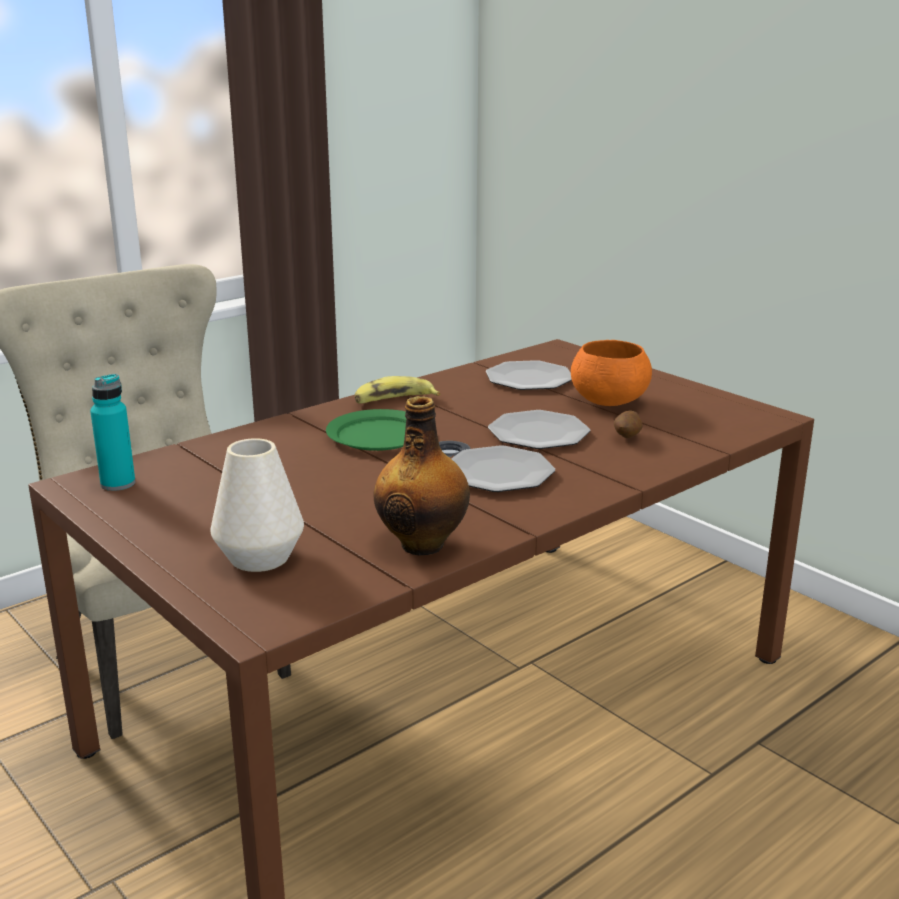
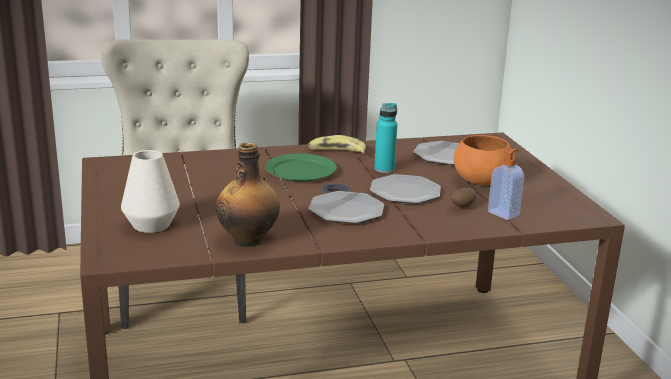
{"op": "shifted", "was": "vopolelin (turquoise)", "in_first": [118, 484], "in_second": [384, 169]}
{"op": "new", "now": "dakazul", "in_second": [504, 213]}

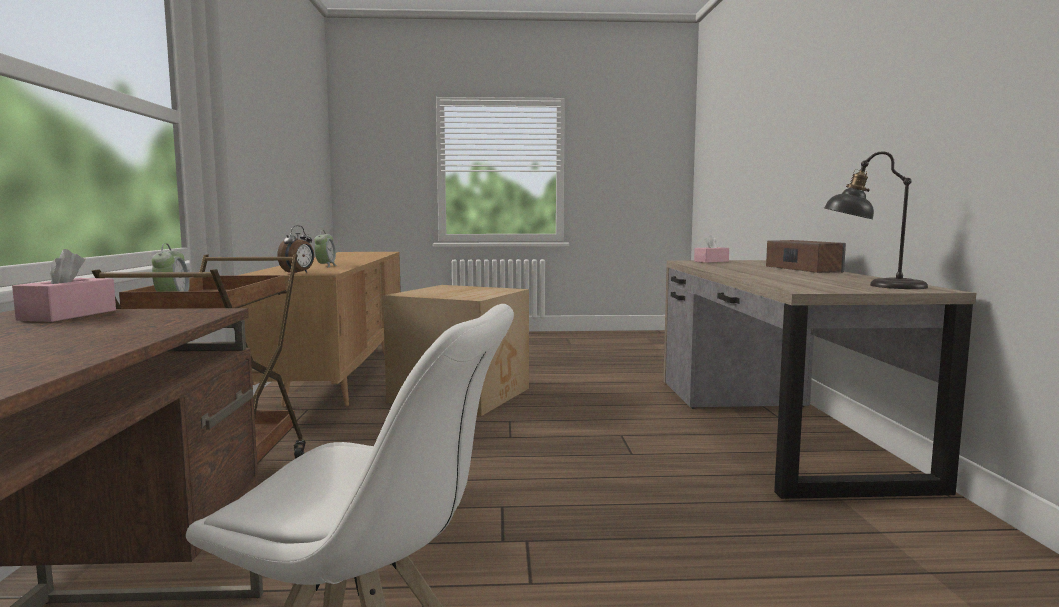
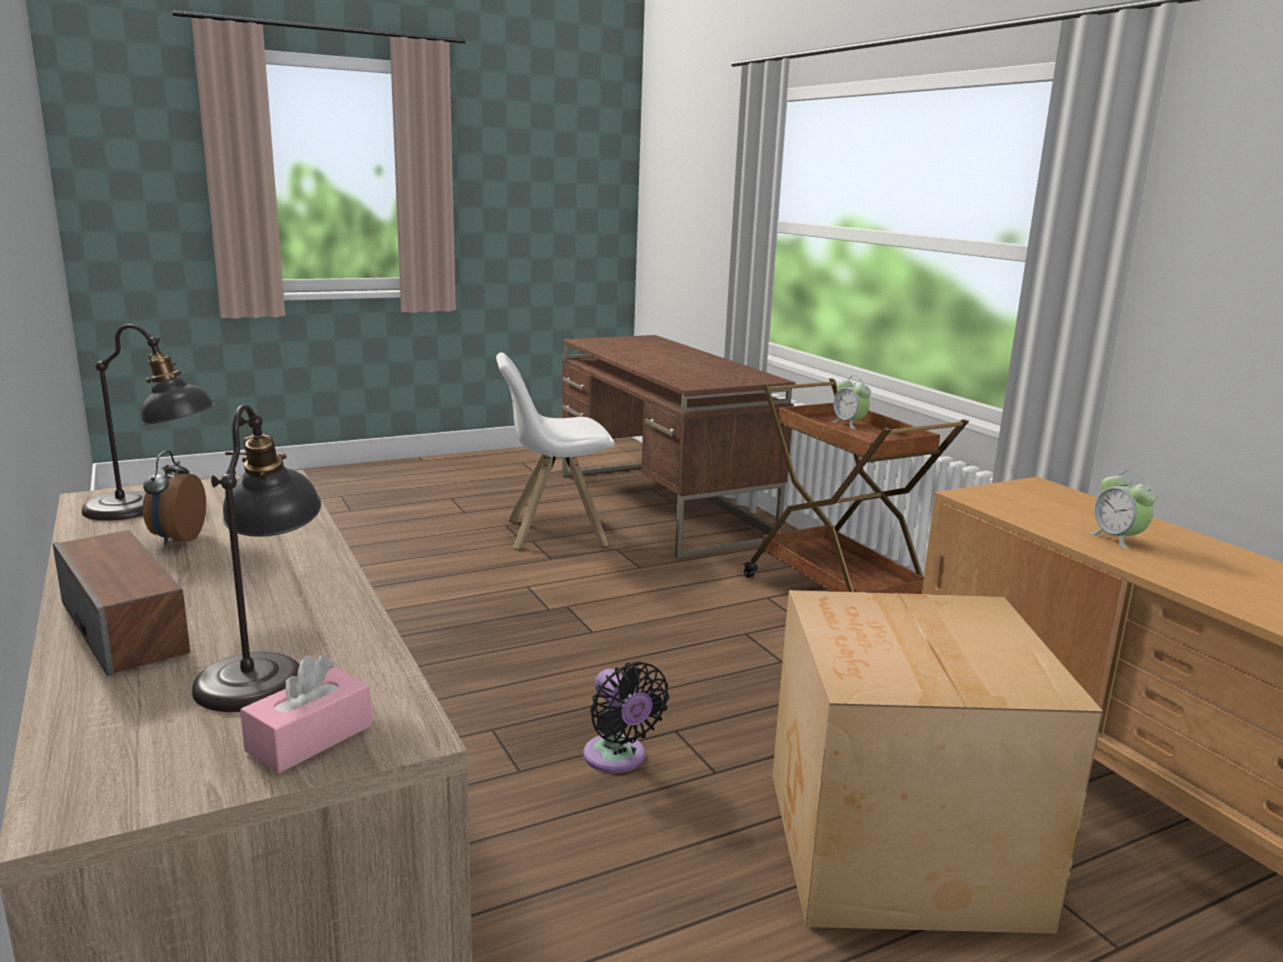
{"op": "shifted", "was": "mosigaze", "in_first": [298, 273], "in_second": [176, 539]}
{"op": "new", "now": "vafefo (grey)", "in_second": [263, 661]}
{"op": "new", "now": "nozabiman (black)", "in_second": [618, 758]}
{"op": "gone", "was": "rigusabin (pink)", "in_first": [68, 315]}

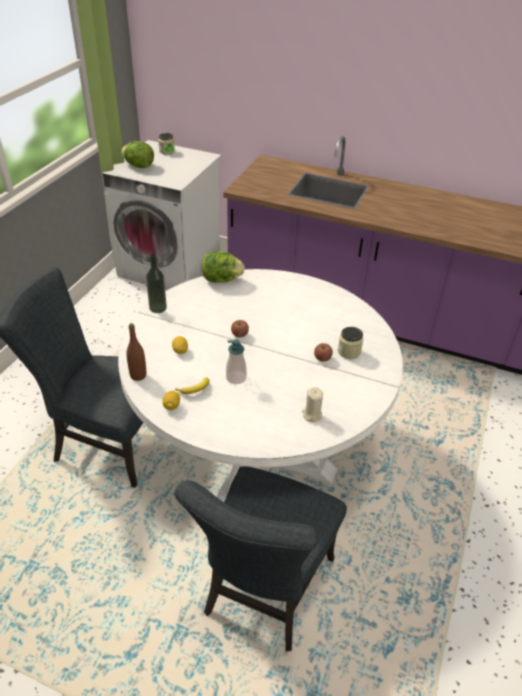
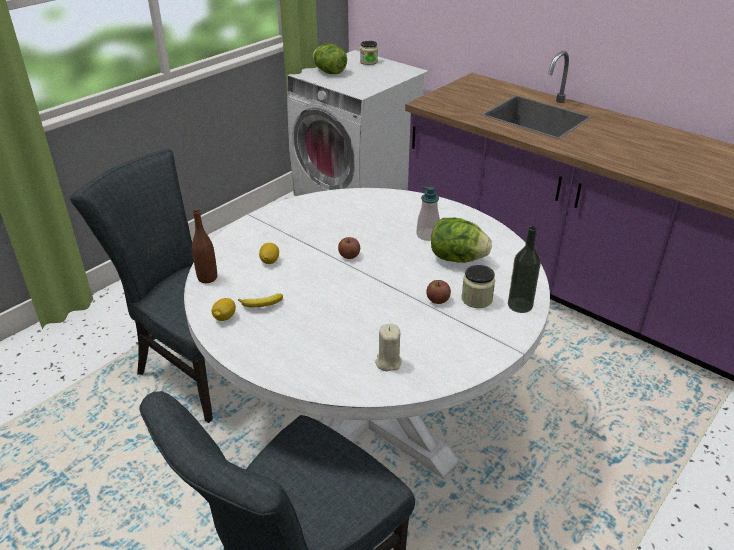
{"op": "shifted", "was": "dakazul", "in_first": [236, 378], "in_second": [427, 235]}
{"op": "shifted", "was": "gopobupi", "in_first": [221, 280], "in_second": [457, 258]}
{"op": "shifted", "was": "vopolelin", "in_first": [158, 308], "in_second": [520, 305]}

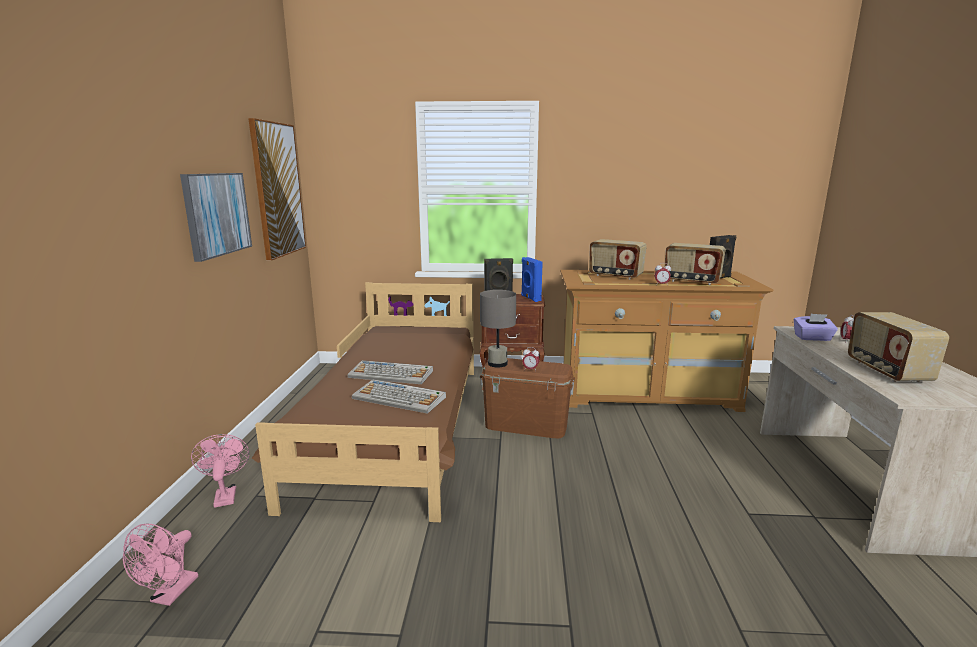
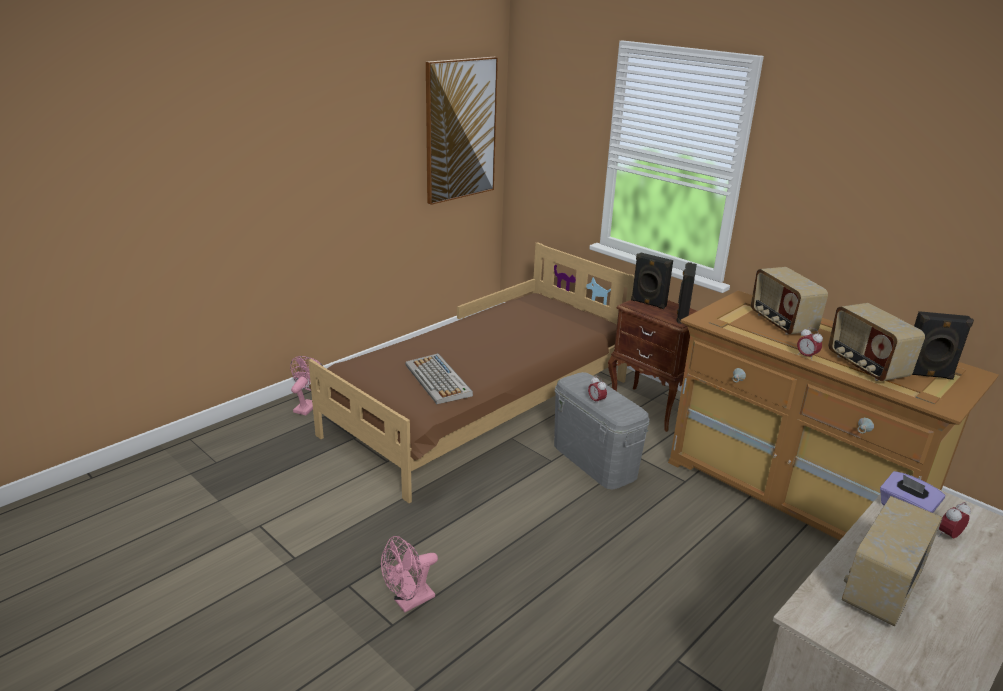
{"op": "shifted", "was": "nozabiman (pink)", "in_first": [170, 595], "in_second": [409, 602]}
{"op": "repainted", "was": "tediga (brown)", "now": "tediga (grey)", "in_first": [526, 425], "in_second": [595, 460]}
{"op": "repainted", "was": "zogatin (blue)", "now": "zogatin (black)", "in_first": [530, 298], "in_second": [682, 316]}
{"op": "gone", "was": "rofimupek", "in_first": [216, 214]}
{"op": "gone", "was": "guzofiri", "in_first": [392, 374]}
{"op": "gone", "was": "vafefo (grey)", "in_first": [497, 364]}

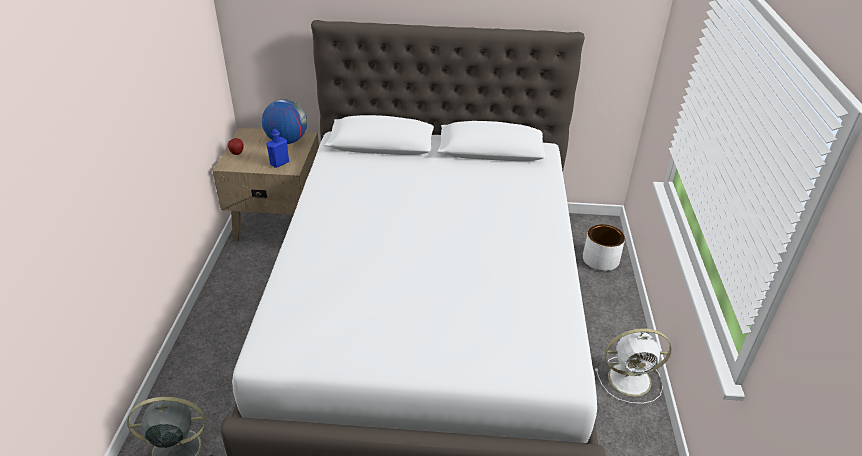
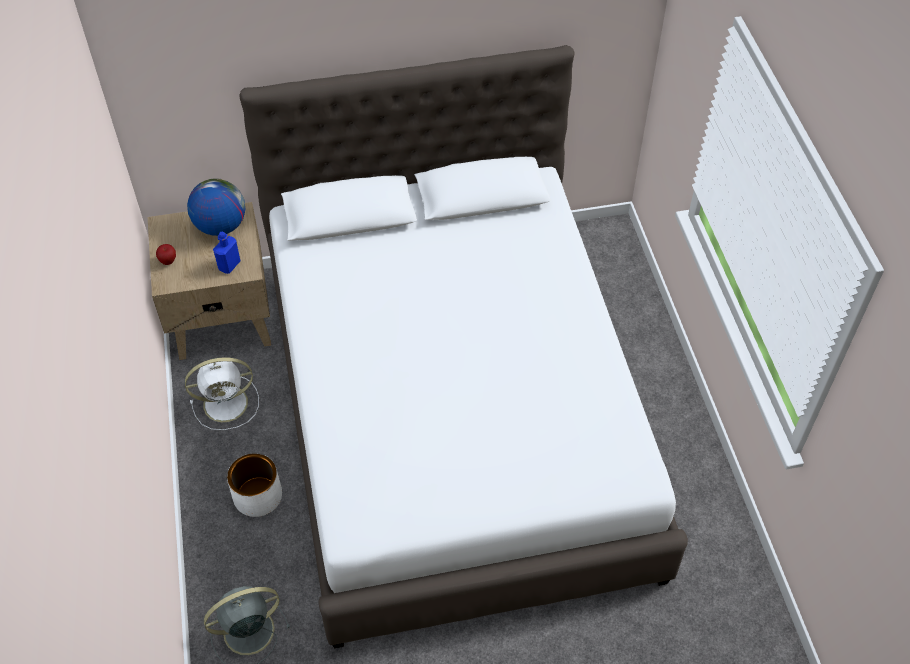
{"op": "shifted", "was": "nozabiman (white)", "in_first": [631, 379], "in_second": [228, 403]}
{"op": "shifted", "was": "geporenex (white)", "in_first": [600, 260], "in_second": [257, 496]}

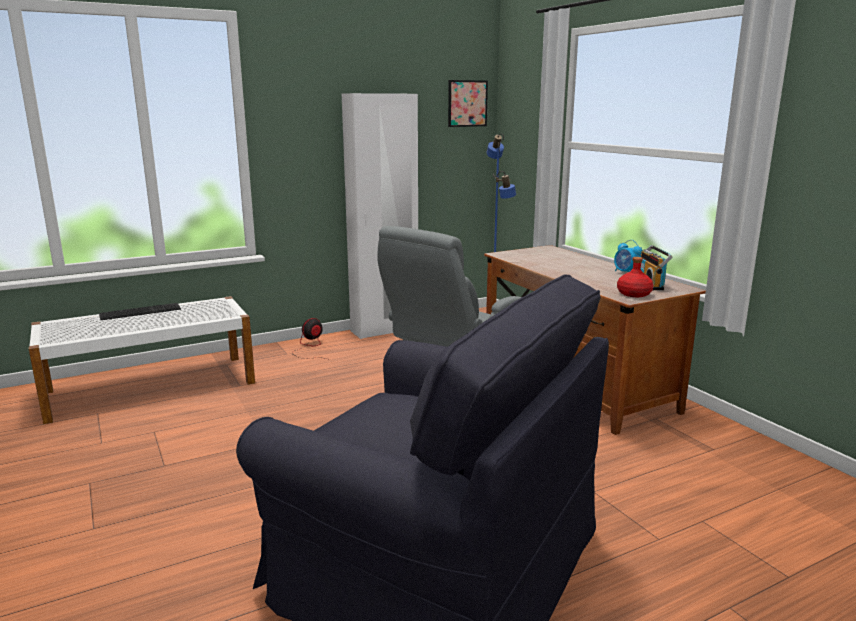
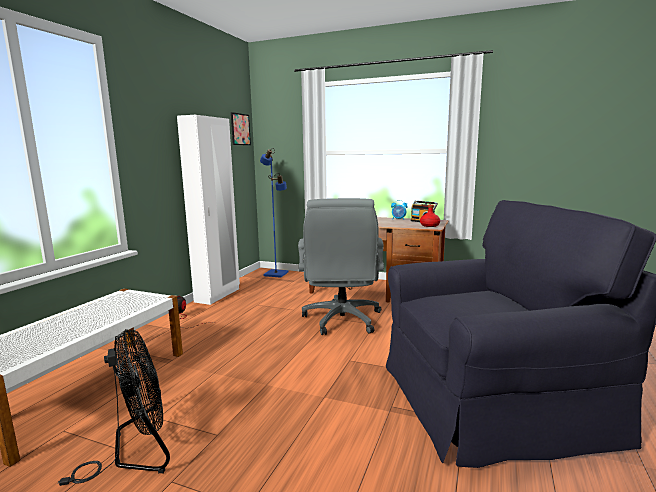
{"op": "new", "now": "nozabiman (black)", "in_second": [135, 446]}
{"op": "gone", "was": "guzofiri", "in_first": [141, 311]}

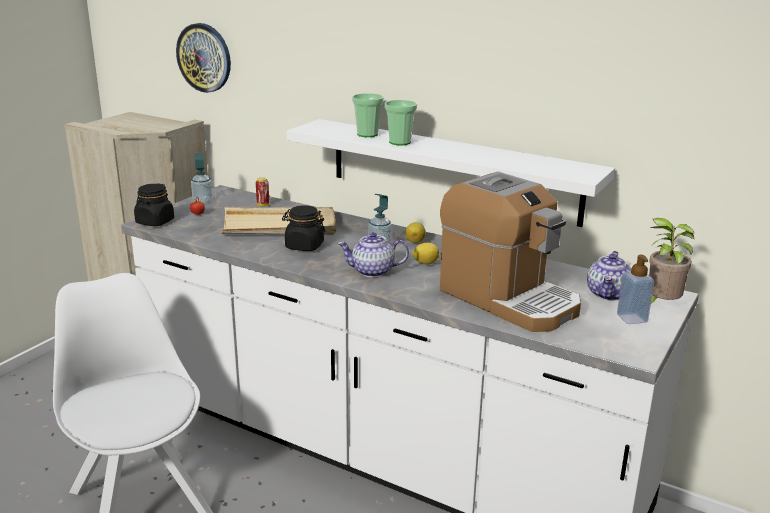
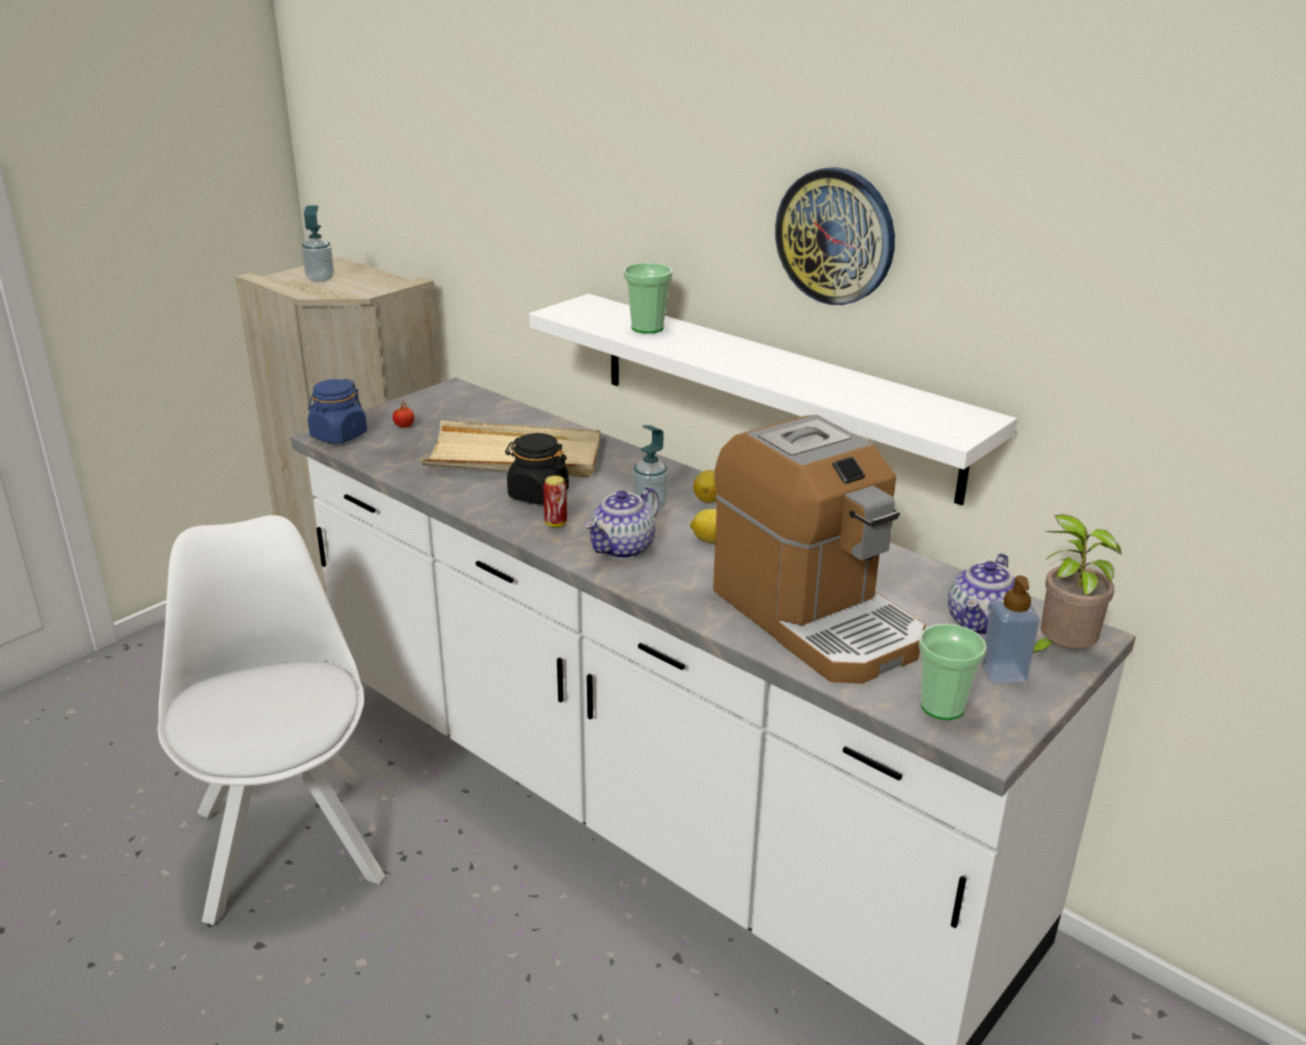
{"op": "shifted", "was": "dakazul", "in_first": [202, 202], "in_second": [320, 279]}
{"op": "repainted", "was": "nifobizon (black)", "now": "nifobizon (blue)", "in_first": [155, 222], "in_second": [338, 436]}
{"op": "shifted", "was": "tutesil", "in_first": [263, 205], "in_second": [555, 523]}
{"op": "rotated", "was": "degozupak", "in_first": [372, 271], "in_second": [623, 549], "clockwise": -60}
{"op": "shifted", "was": "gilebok", "in_first": [204, 57], "in_second": [836, 236]}
{"op": "shifted", "was": "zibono", "in_first": [400, 142], "in_second": [942, 706]}

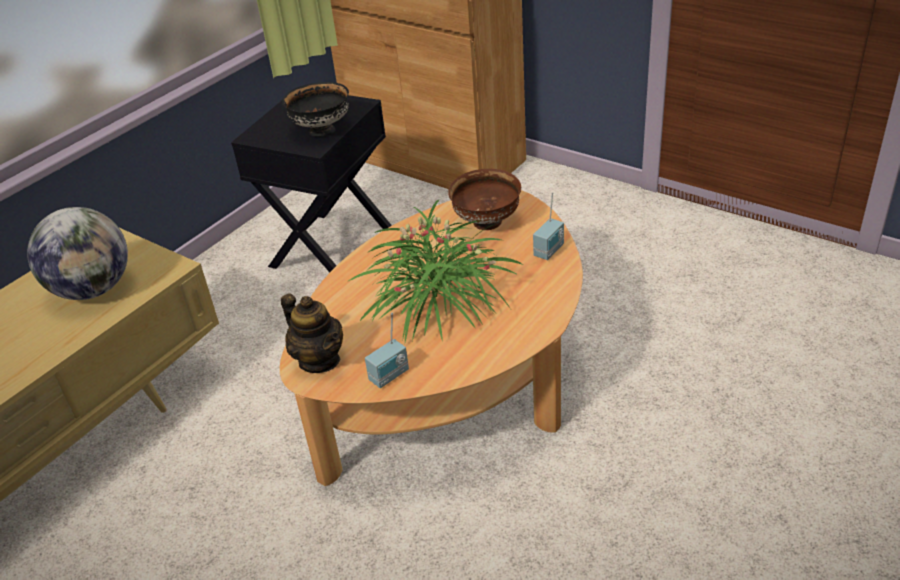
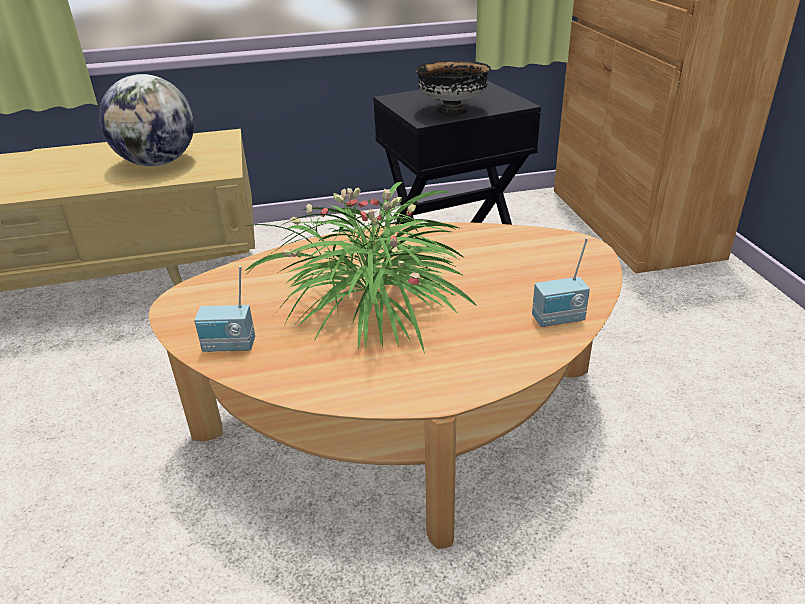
{"op": "gone", "was": "degozupak", "in_first": [319, 360]}
{"op": "gone", "was": "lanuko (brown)", "in_first": [487, 223]}

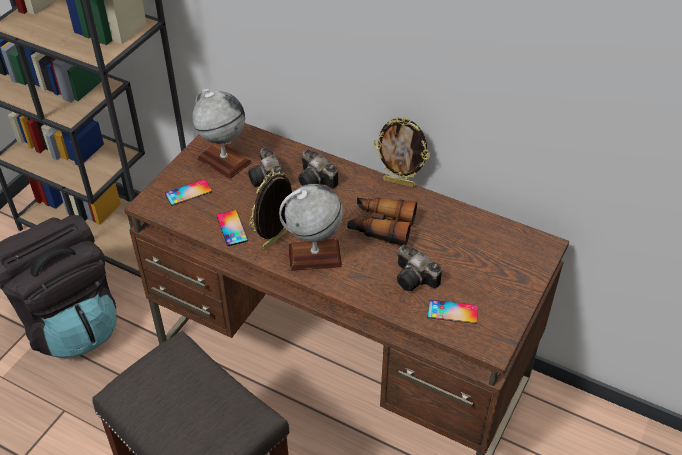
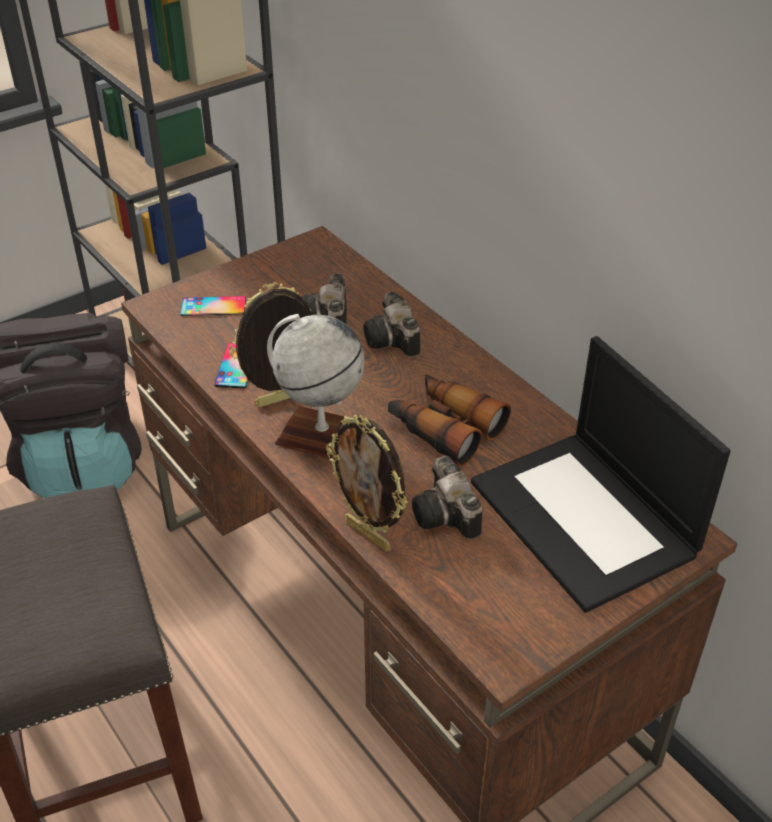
{"op": "shifted", "was": "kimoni", "in_first": [399, 182], "in_second": [369, 535]}
{"op": "new", "now": "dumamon", "in_second": [586, 519]}
{"op": "gone", "was": "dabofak", "in_first": [224, 160]}
{"op": "gone", "was": "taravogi", "in_first": [452, 312]}

